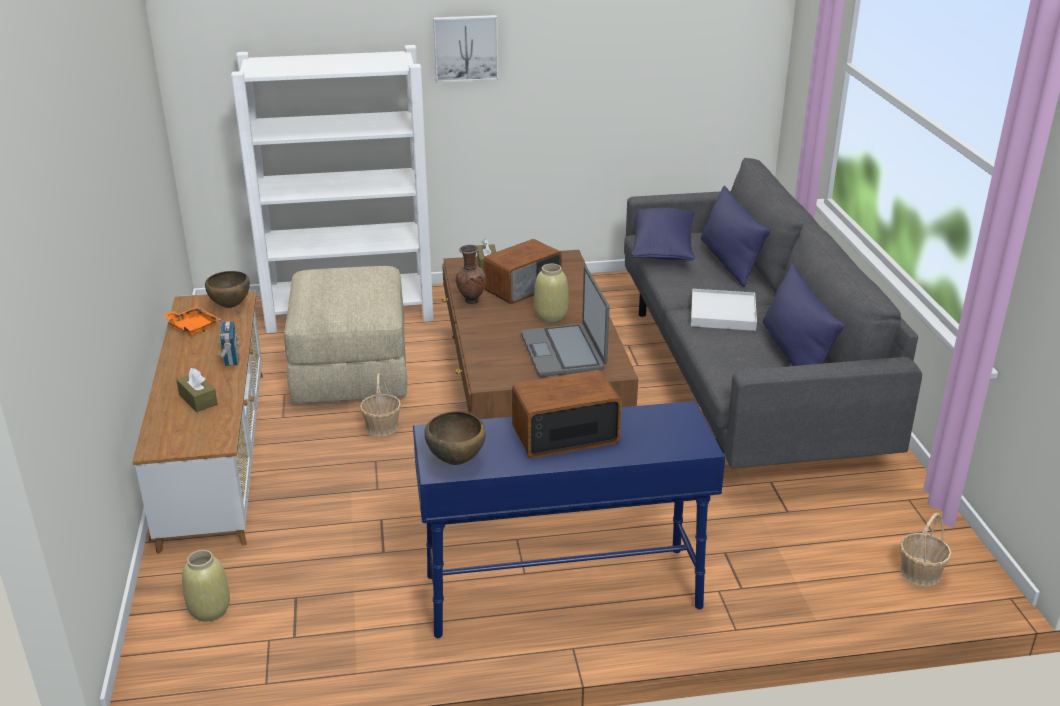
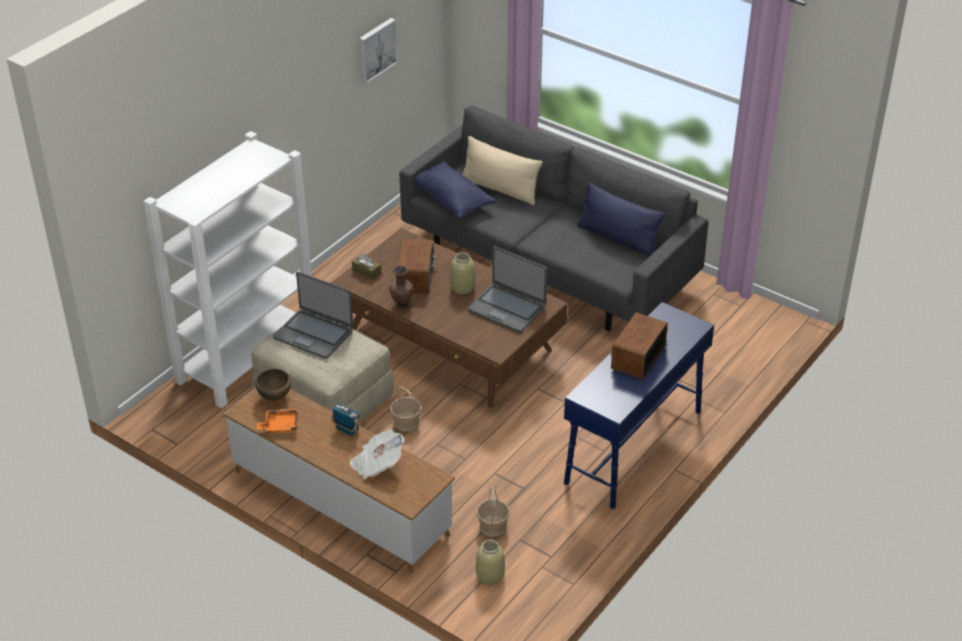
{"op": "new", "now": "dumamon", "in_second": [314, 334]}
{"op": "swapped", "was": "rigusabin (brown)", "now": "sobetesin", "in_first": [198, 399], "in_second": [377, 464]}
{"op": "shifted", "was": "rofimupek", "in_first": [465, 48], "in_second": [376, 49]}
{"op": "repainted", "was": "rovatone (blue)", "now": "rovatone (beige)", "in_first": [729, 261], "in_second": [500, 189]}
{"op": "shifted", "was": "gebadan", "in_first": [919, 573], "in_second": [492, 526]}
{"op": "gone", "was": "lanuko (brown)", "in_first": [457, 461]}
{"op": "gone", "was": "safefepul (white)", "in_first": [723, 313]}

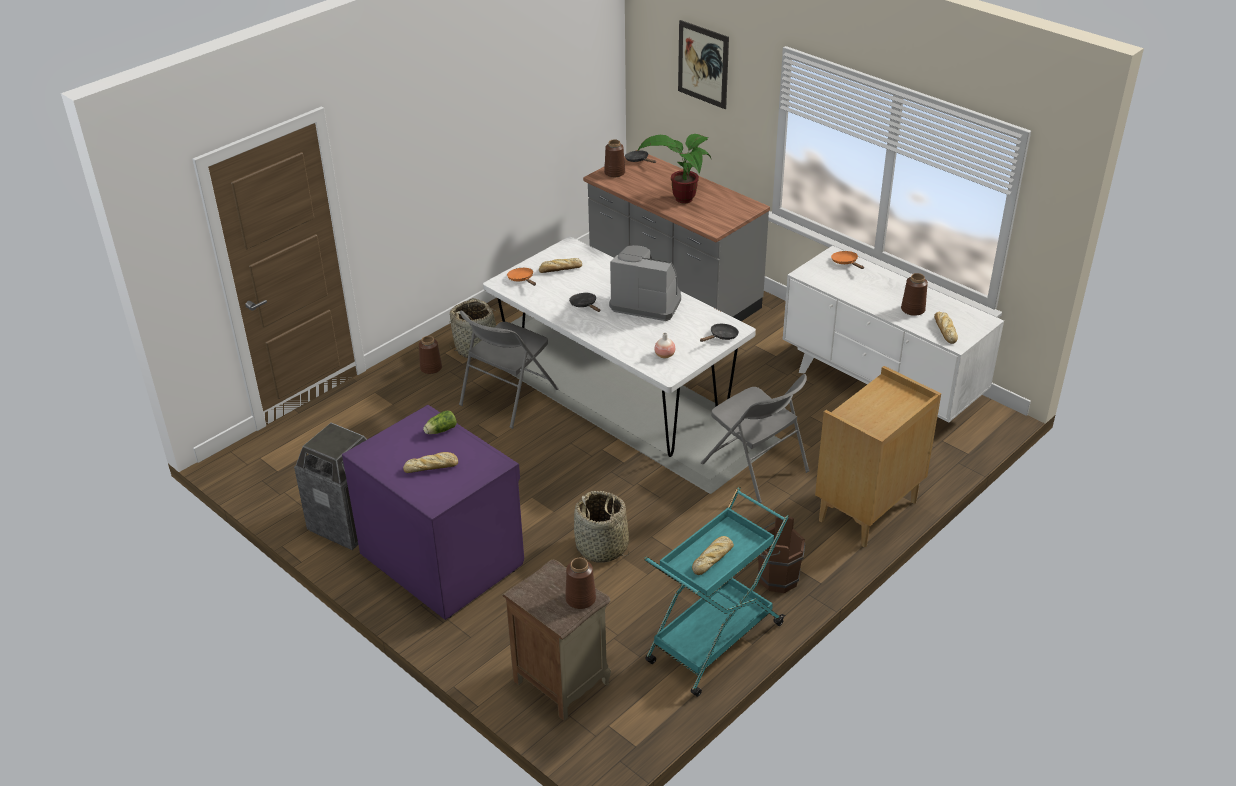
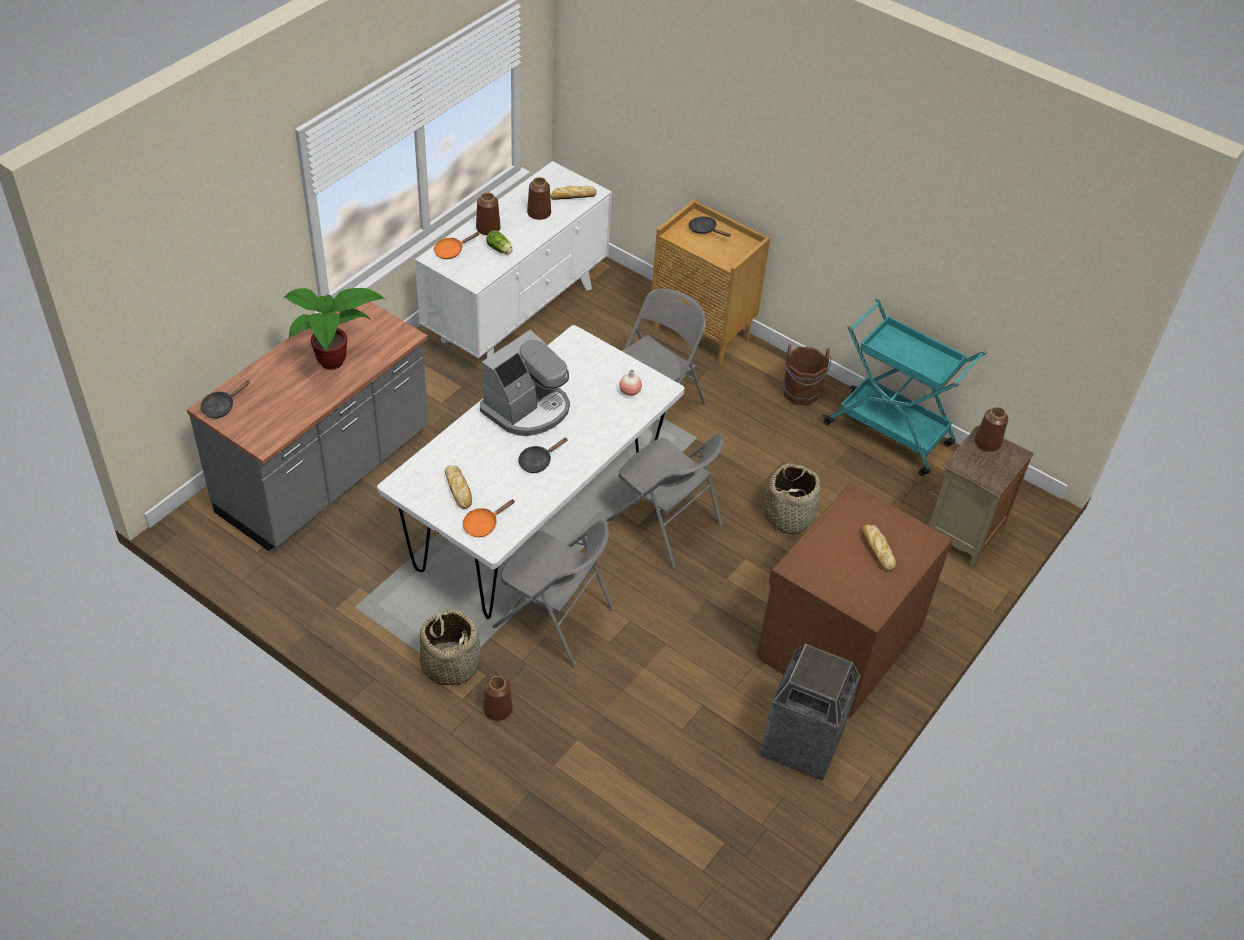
{"op": "shifted", "was": "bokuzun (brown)", "in_first": [615, 173], "in_second": [488, 228]}
{"op": "rotated", "was": "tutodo", "in_first": [646, 302], "in_second": [527, 409], "clockwise": -150}
{"op": "shifted", "was": "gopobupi", "in_first": [440, 431], "in_second": [500, 250]}
{"op": "new", "now": "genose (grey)", "in_second": [664, 523]}
{"op": "shifted", "was": "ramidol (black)", "in_first": [721, 336], "in_second": [705, 230]}
{"op": "repainted", "was": "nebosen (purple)", "now": "nebosen (brown)", "in_first": [443, 559], "in_second": [836, 643]}
{"op": "gone", "was": "rofimupek", "in_first": [703, 64]}
{"op": "gone", "was": "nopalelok", "in_first": [713, 558]}

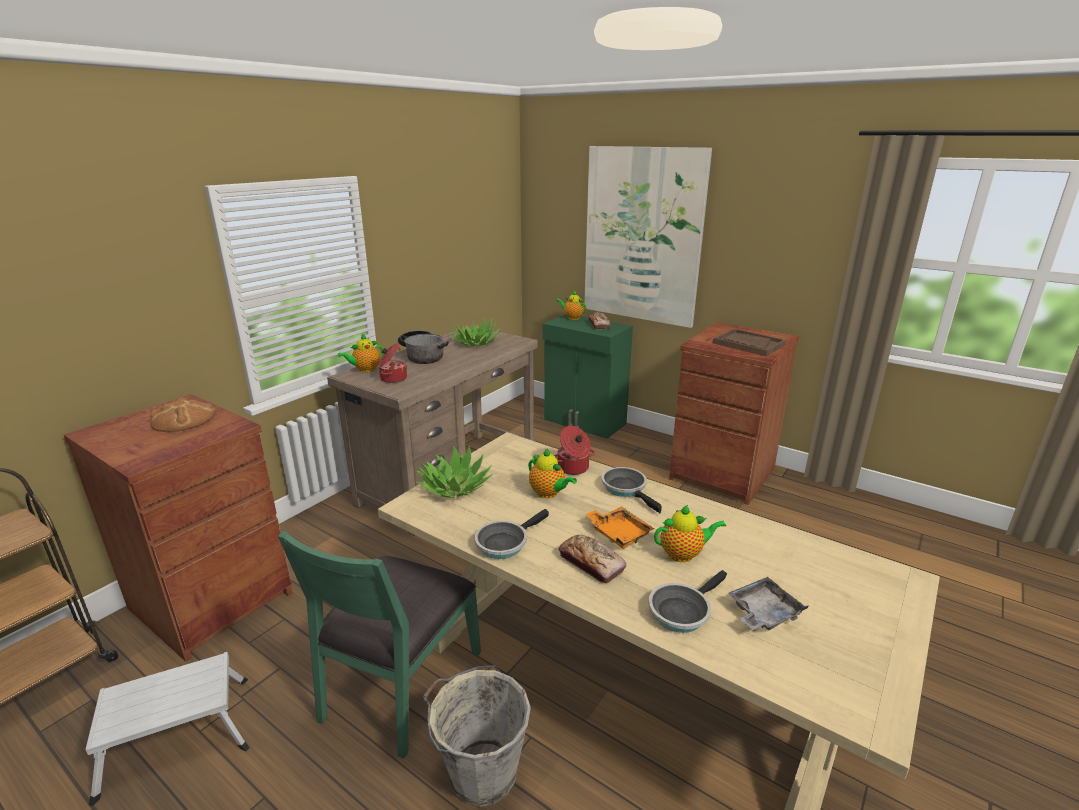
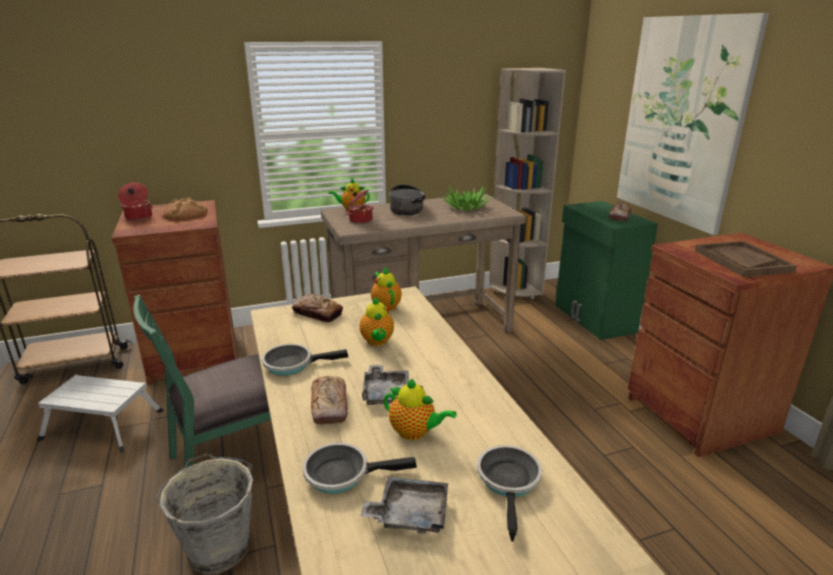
{"op": "shifted", "was": "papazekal", "in_first": [573, 468], "in_second": [138, 217]}
{"op": "swapped", "was": "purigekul", "now": "nopalelok", "in_first": [454, 487], "in_second": [317, 313]}
{"op": "repainted", "was": "safefepul (orange)", "now": "safefepul (grey)", "in_first": [618, 533], "in_second": [386, 393]}
{"op": "shifted", "was": "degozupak", "in_first": [572, 317], "in_second": [385, 306]}
{"op": "shifted", "was": "ramidol", "in_first": [626, 489], "in_second": [509, 483]}
{"op": "new", "now": "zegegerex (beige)", "in_second": [515, 293]}

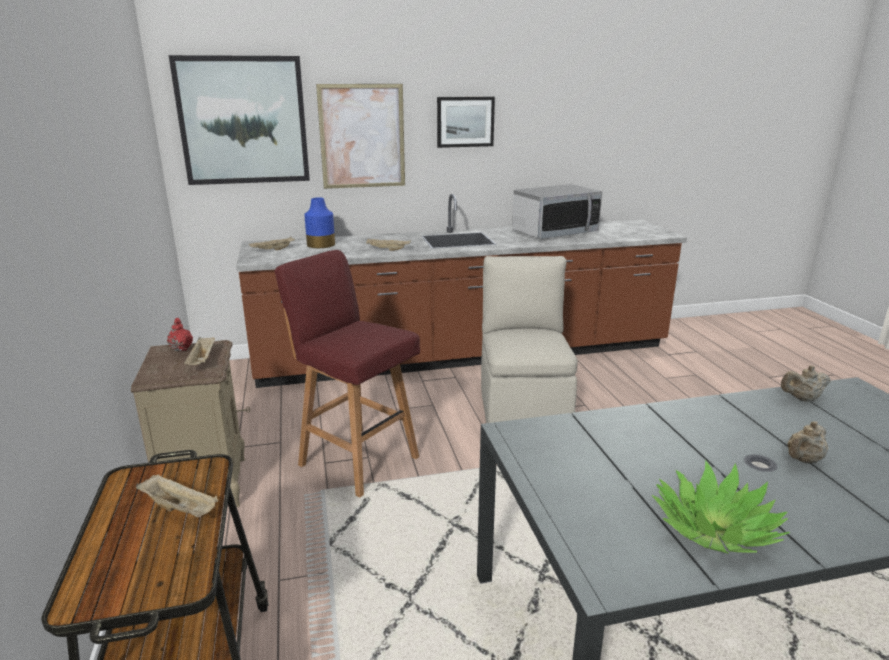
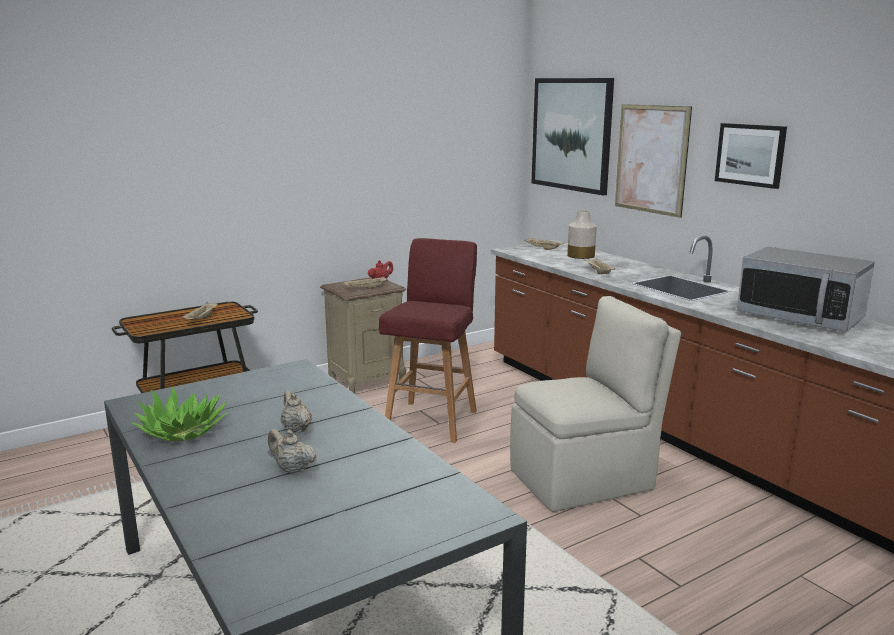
{"op": "shifted", "was": "degozupak (beige)", "in_first": [802, 399], "in_second": [296, 429]}
{"op": "repainted", "was": "bokuzun (blue)", "now": "bokuzun (beige)", "in_first": [321, 244], "in_second": [580, 255]}

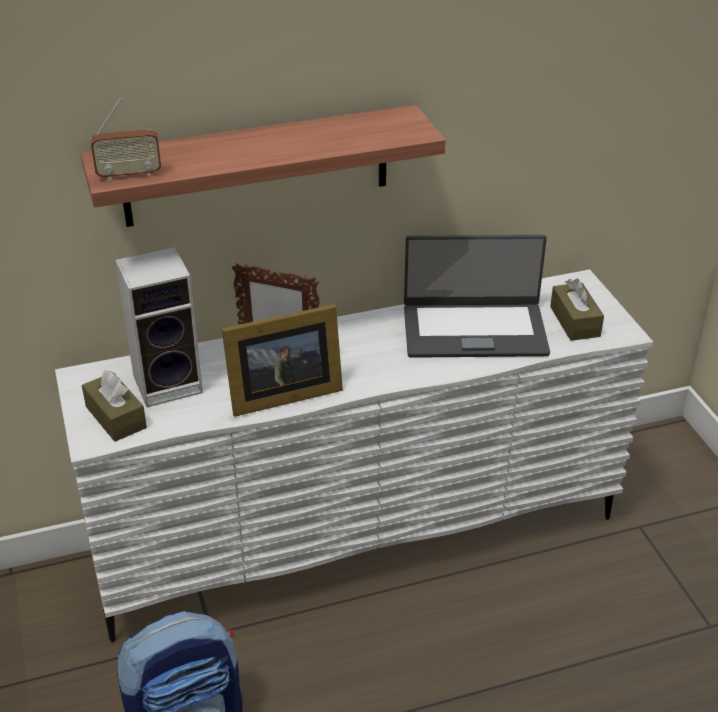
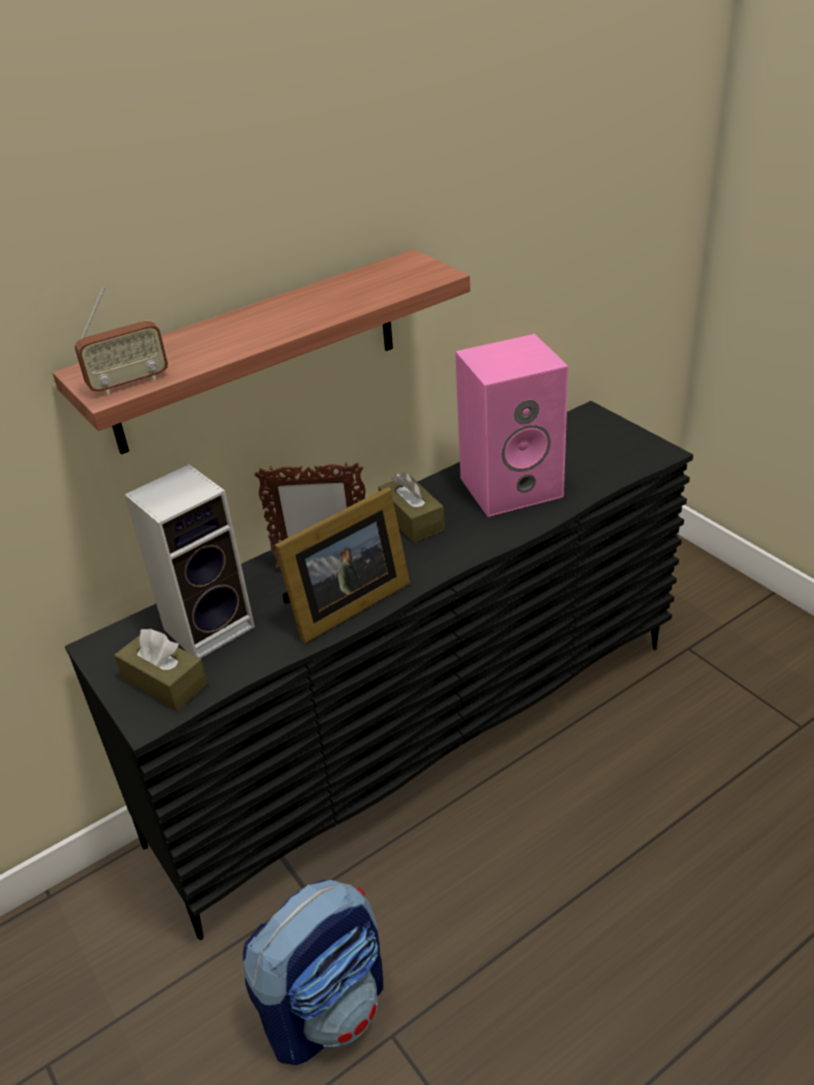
{"op": "repainted", "was": "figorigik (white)", "now": "figorigik (black)", "in_first": [360, 541], "in_second": [425, 742]}
{"op": "shifted", "was": "rigusabin (brown)", "in_first": [575, 321], "in_second": [412, 520]}
{"op": "swapped", "was": "dumamon", "now": "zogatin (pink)", "in_first": [474, 330], "in_second": [512, 486]}

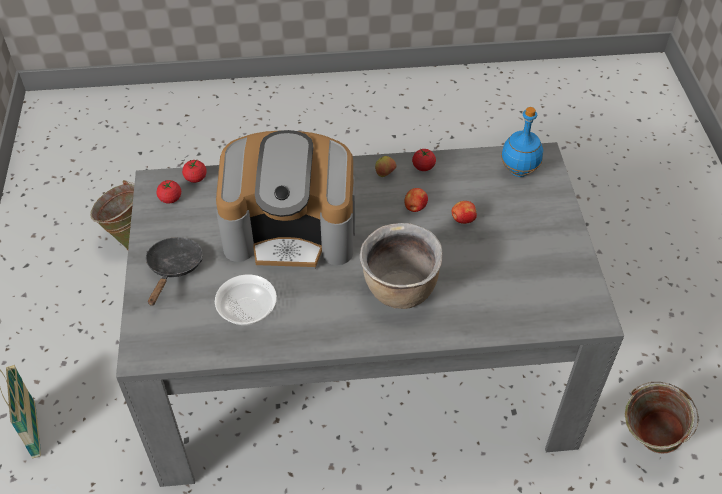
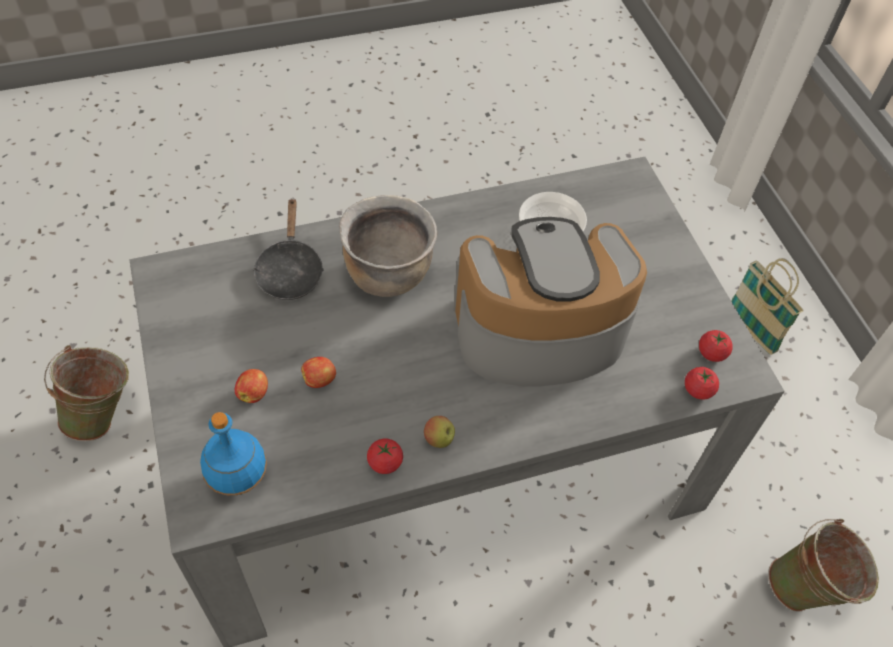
{"op": "shifted", "was": "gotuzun", "in_first": [415, 208], "in_second": [253, 393]}
{"op": "shifted", "was": "ramidol (black)", "in_first": [174, 268], "in_second": [290, 270]}

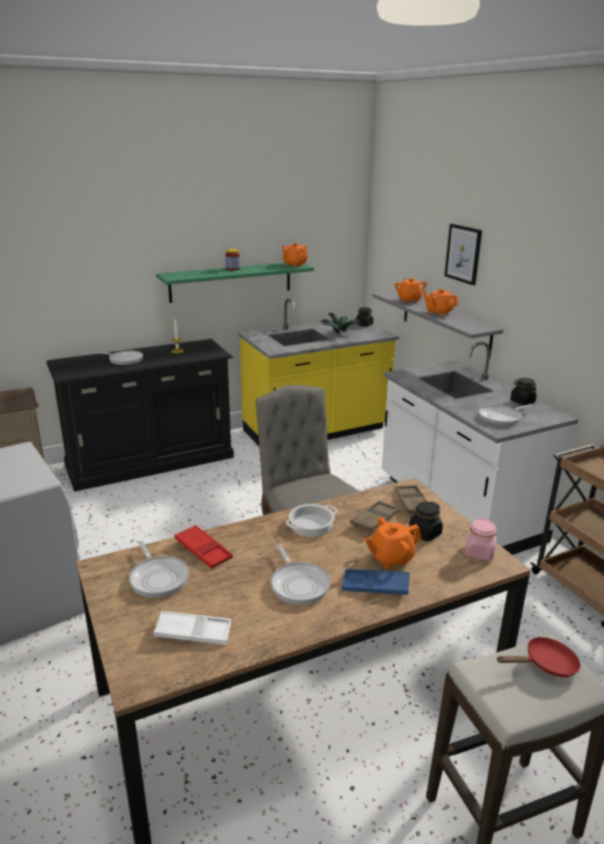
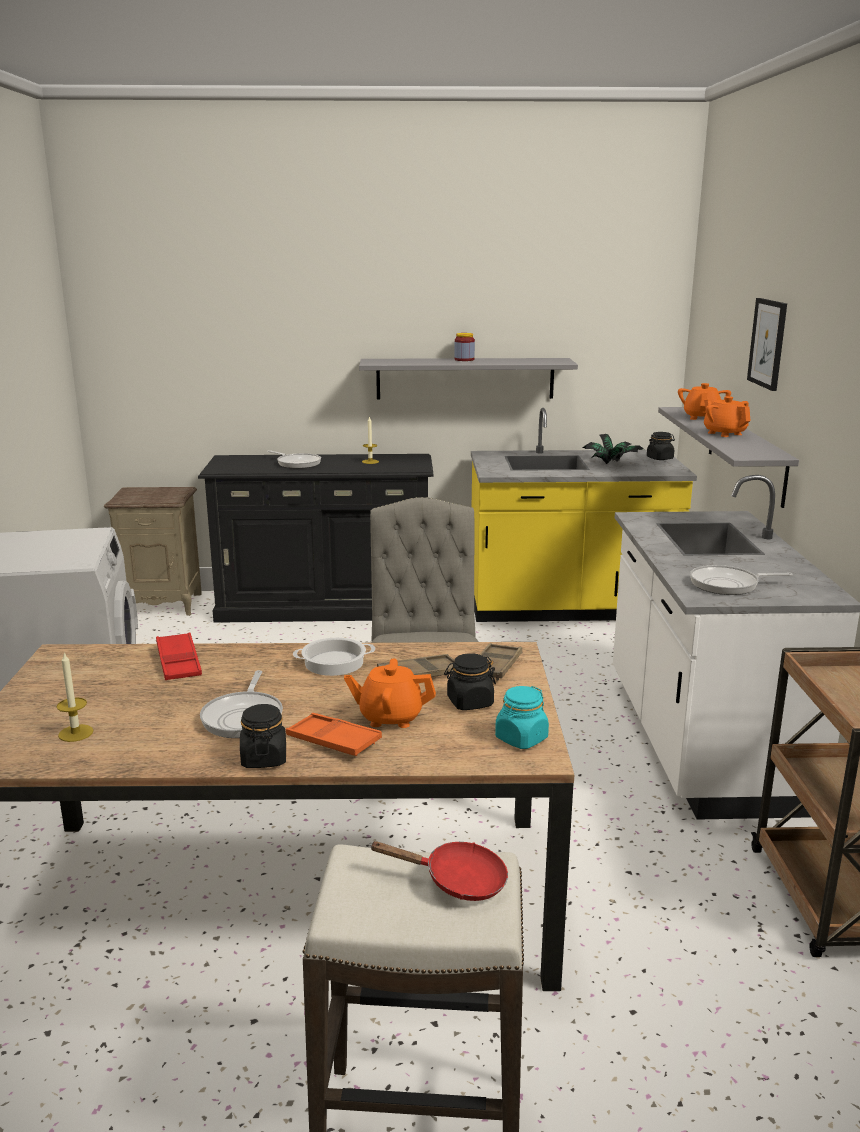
{"op": "swapped", "was": "safefepul (white)", "now": "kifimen", "in_first": [193, 632], "in_second": [75, 733]}
{"op": "shifted", "was": "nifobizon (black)", "in_first": [522, 401], "in_second": [264, 758]}
{"op": "repainted", "was": "safefepul (blue)", "now": "safefepul (orange)", "in_first": [375, 586], "in_second": [333, 741]}
{"op": "repainted", "was": "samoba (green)", "now": "samoba (grey)", "in_first": [231, 281], "in_second": [465, 378]}
{"op": "repainted", "was": "nifobizon (pink)", "now": "nifobizon (turquoise)", "in_first": [479, 552], "in_second": [521, 739]}
{"op": "gone", "was": "ramidol", "in_first": [158, 578]}
{"op": "gone", "was": "degozupak (orange)", "in_first": [294, 264]}

